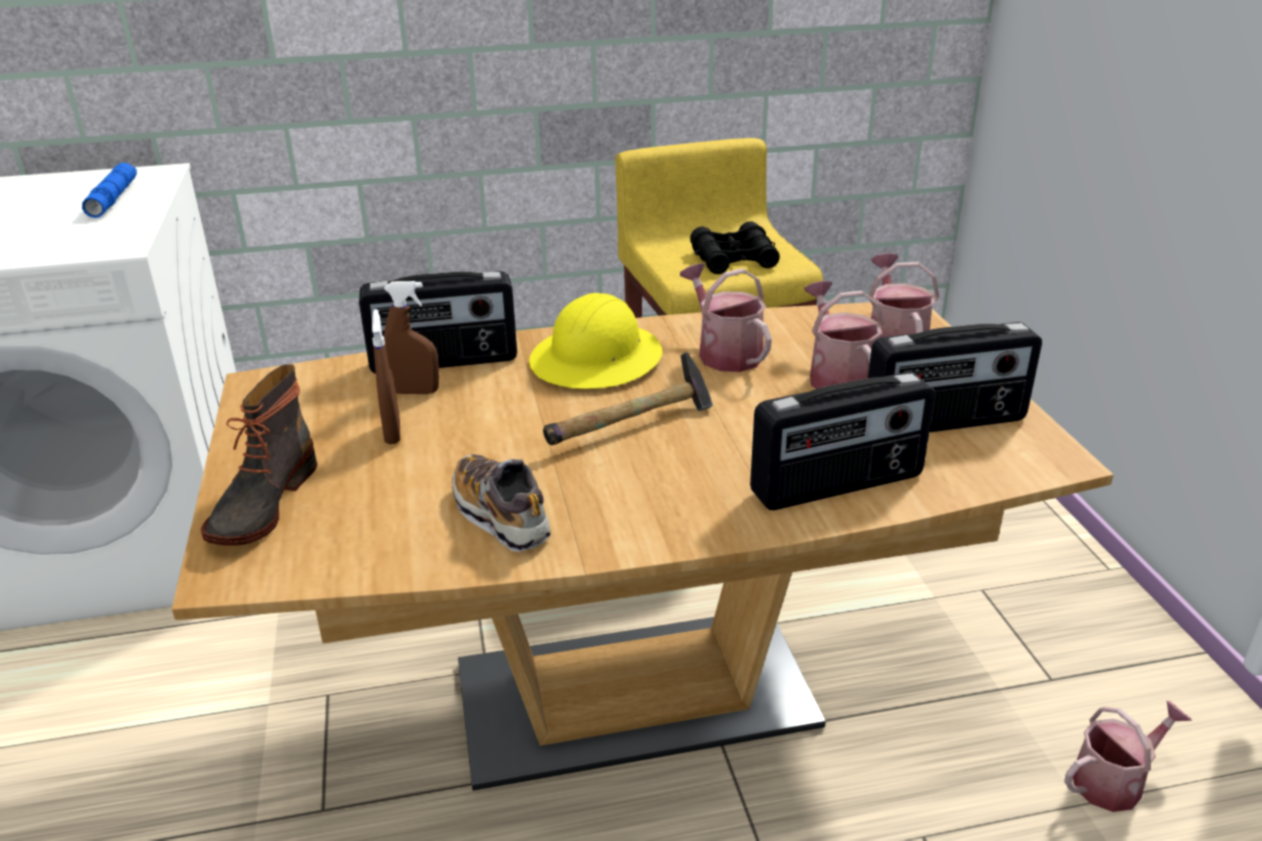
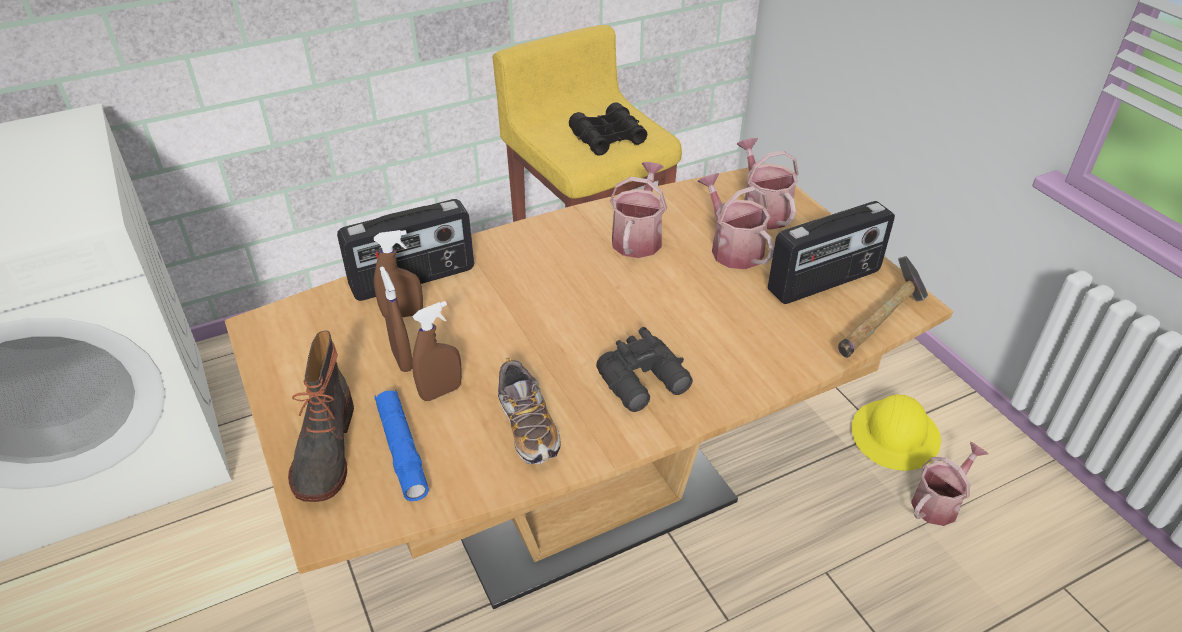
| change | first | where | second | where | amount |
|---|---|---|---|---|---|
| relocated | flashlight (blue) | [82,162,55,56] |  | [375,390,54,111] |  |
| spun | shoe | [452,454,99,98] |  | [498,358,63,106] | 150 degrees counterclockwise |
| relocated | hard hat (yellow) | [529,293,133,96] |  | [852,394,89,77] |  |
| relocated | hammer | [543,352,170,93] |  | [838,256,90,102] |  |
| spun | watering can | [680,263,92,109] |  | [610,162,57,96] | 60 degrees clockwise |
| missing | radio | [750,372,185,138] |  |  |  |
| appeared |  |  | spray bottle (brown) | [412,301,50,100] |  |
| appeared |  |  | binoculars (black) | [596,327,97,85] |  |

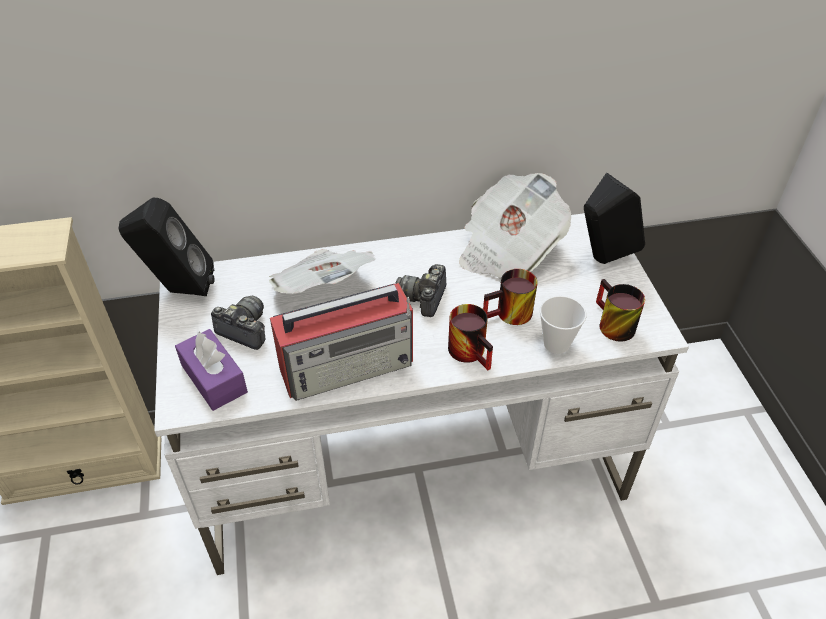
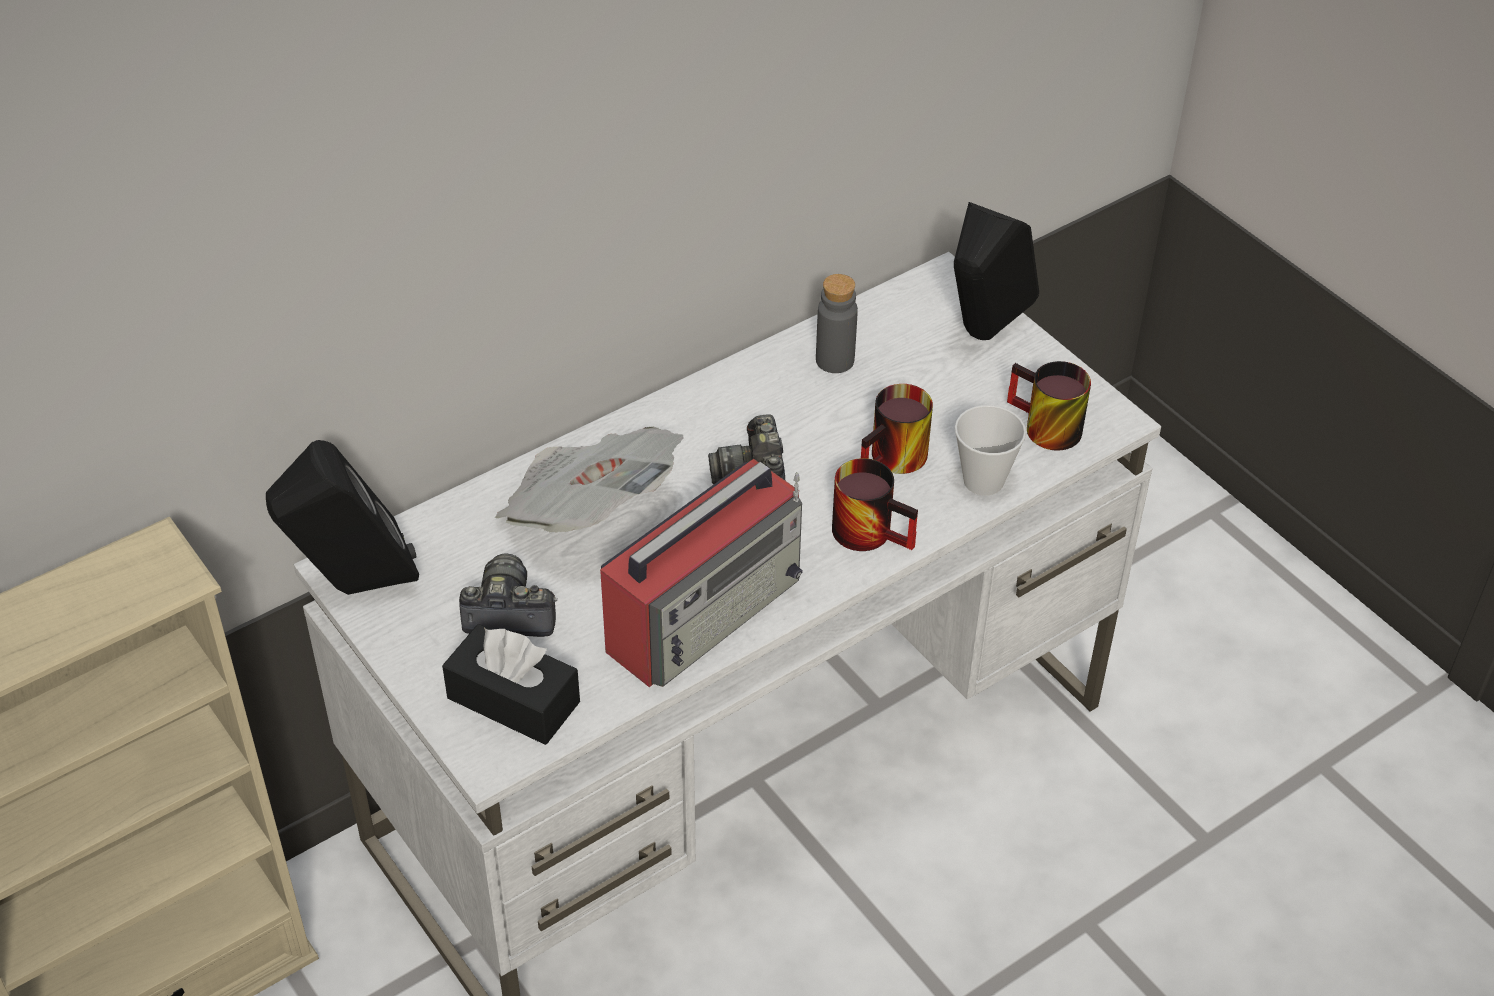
| change | first | where | second | where | amount |
|---|---|---|---|---|---|
| colour | tissue box (purple) | [175,329,73,82] | tissue box (black) | [442,624,138,121] |  |
| exchanged | newspaper | [459,173,112,105] | bottle (grey) | [816,274,42,99] |  |

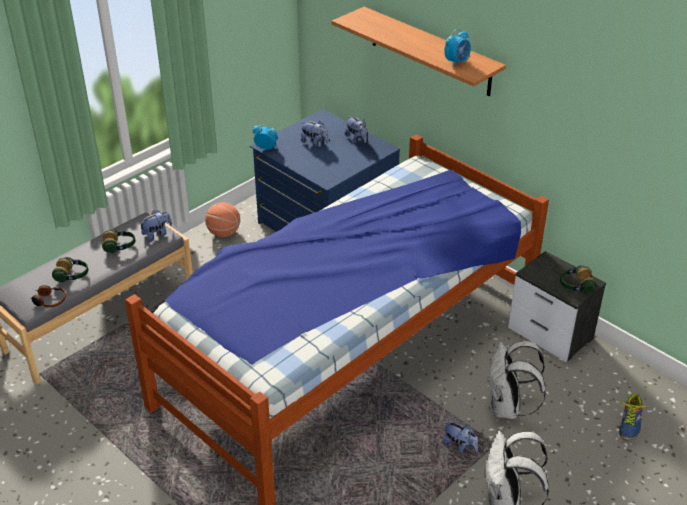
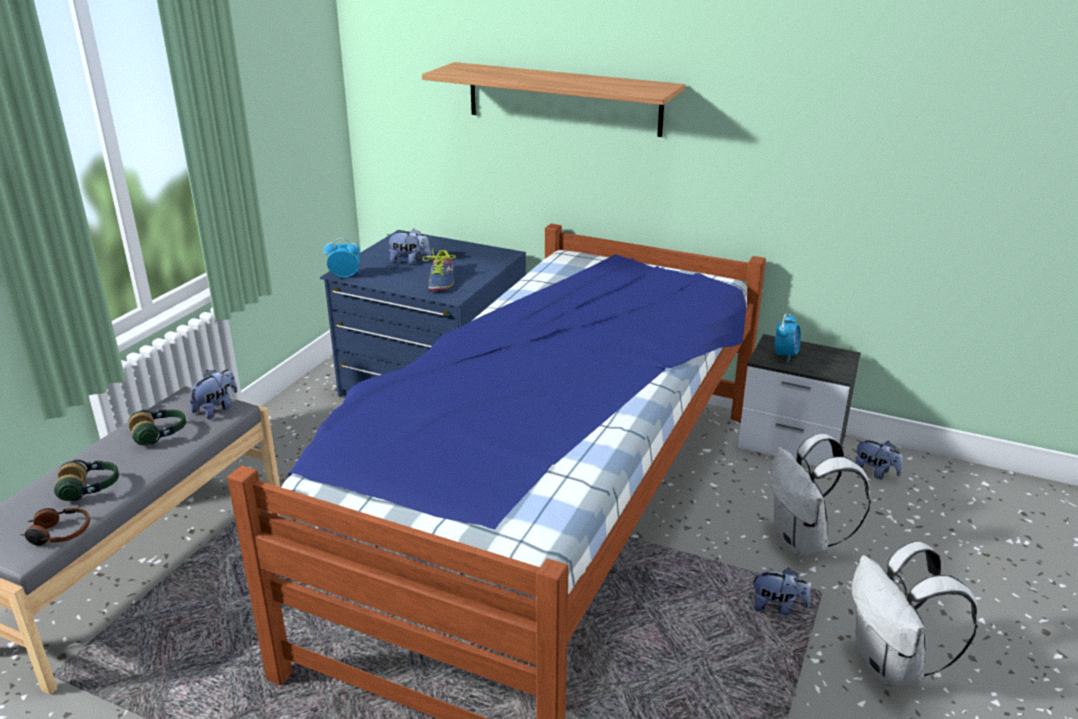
| change | first | where | second | where | amount |
|---|---|---|---|---|---|
| missing | basketball | [205,202,35,35] |  |  |  |
| relocated | plush toy | [345,116,22,27] |  | [855,440,47,39] |  |
| relocated | alarm clock | [444,29,27,38] |  | [775,313,26,49] |  |
| missing | headphones | [560,266,36,27] |  |  |  |
| relocated | shoe | [618,392,29,48] |  | [423,248,33,43] |  |

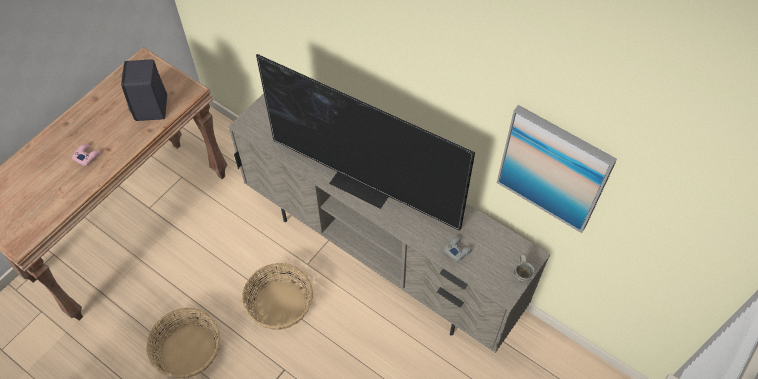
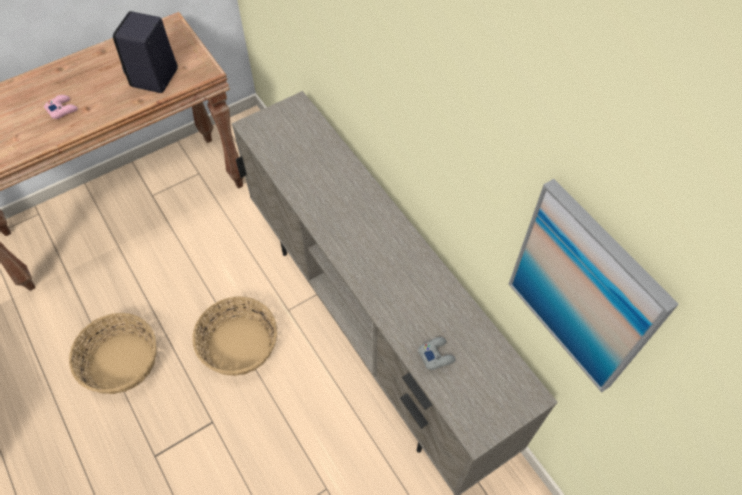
| change | first | where | second | where | amount |
|---|---|---|---|---|---|
| missing | television | [256,54,219,177] |  |  |  |
| missing | mug (grey) | [514,254,21,28] |  |  |  |

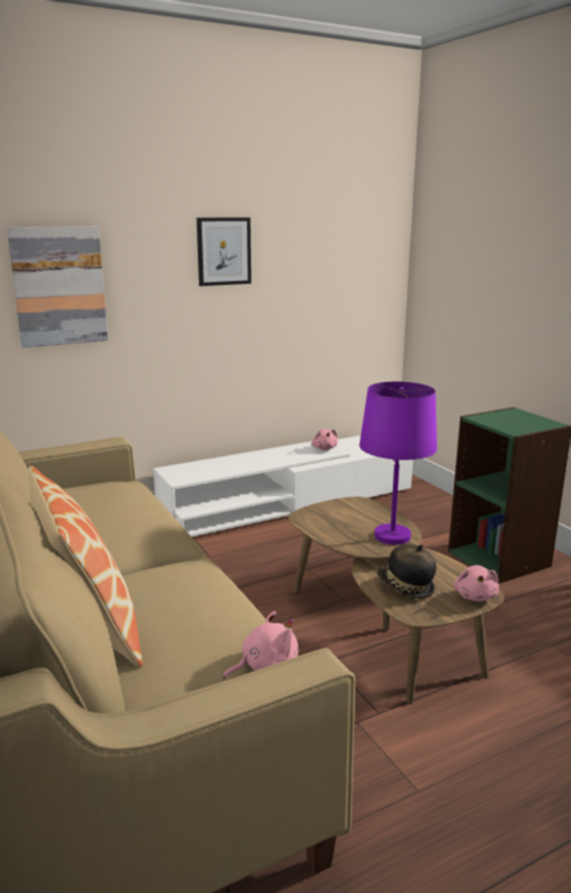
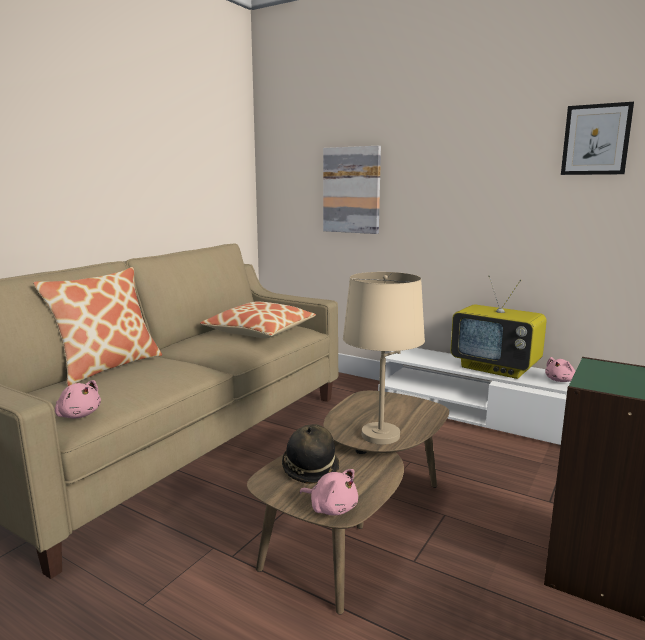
| change | first | where | second | where | amount |
|---|---|---|---|---|---|
| relocated | picture | [197,217,54,69] |  | [561,102,73,73] |  |
| colour | table lamp (purple) | [359,382,78,163] | table lamp (beige) | [343,272,82,173] |  |
| spun | plush toy (pink) | [454,565,45,37] |  | [300,469,58,46] | 120 degrees counterclockwise |
| appeared |  |  | pillow | [200,302,116,36] |  |
| appeared |  |  | television | [451,275,96,104] |  |

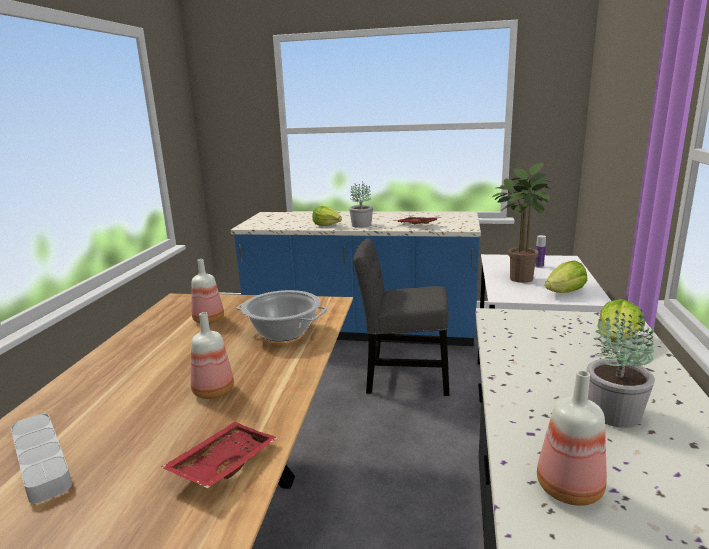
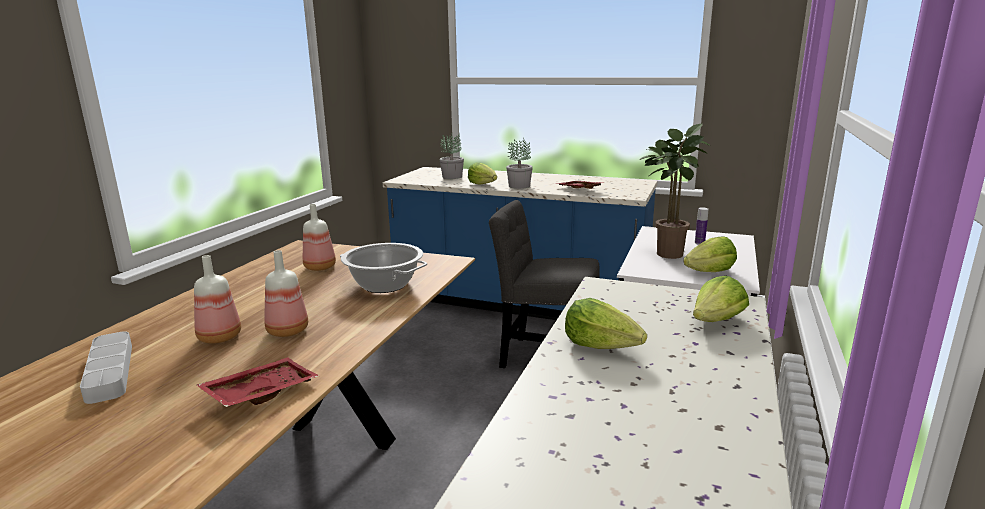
| change | first | where | second | where | amount |
|---|---|---|---|---|---|
| relocated | bottle | [537,370,70,136] |  | [194,255,47,89] |  |
| relocated | potted plant | [587,309,68,119] |  | [440,133,24,46] |  |
| appeared |  |  | lettuce | [565,298,82,51] |  |

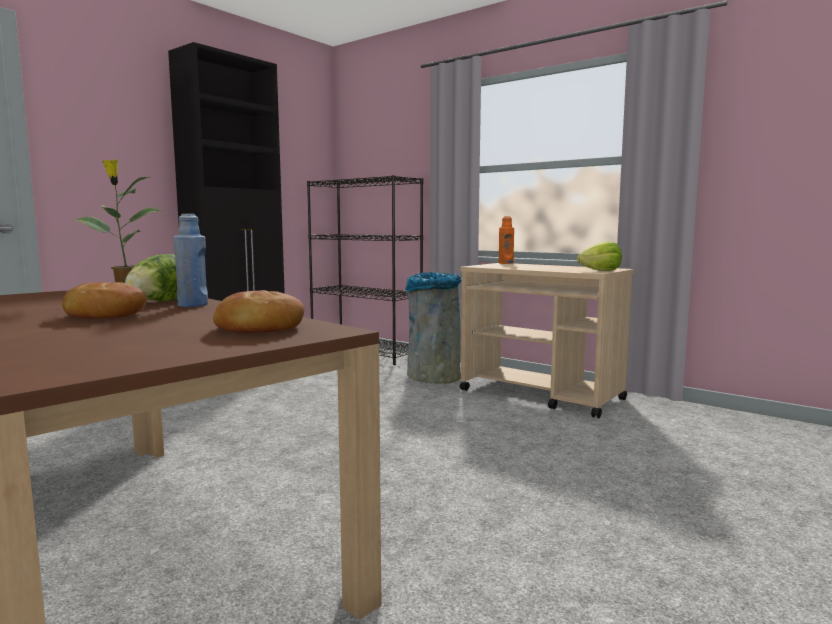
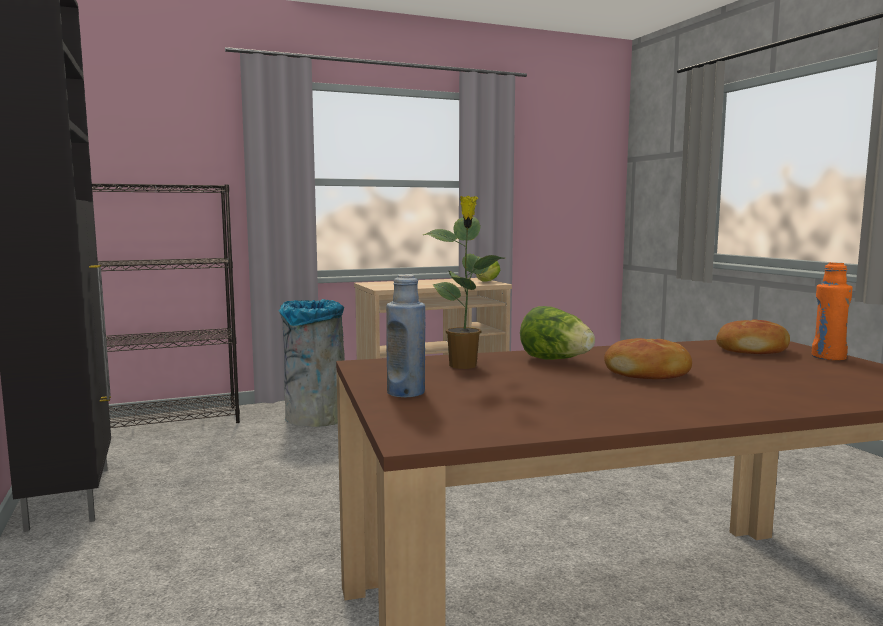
| change | first | where | second | where | amount |
|---|---|---|---|---|---|
| relocated | bottle (blue) | [174,214,34,93] |  | [386,275,39,122] |  |
| relocated | bottle (orange) | [499,216,15,48] |  | [812,262,41,98] |  |

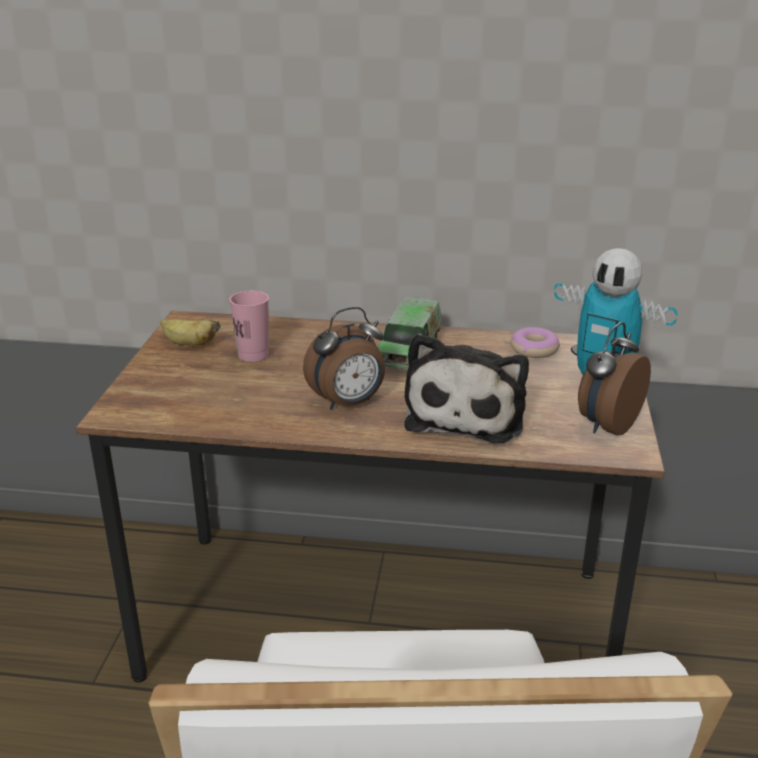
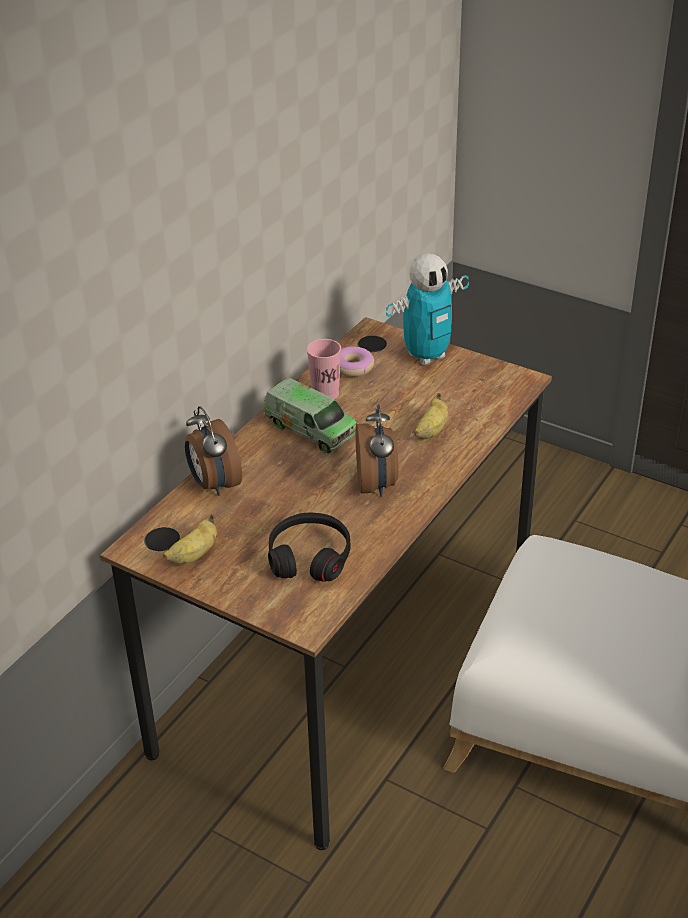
| change | first | where | second | where | amount |
|---|---|---|---|---|---|
| relocated | cup (pink) | [229,291,40,71] |  | [307,339,34,61] |  |
| exchanged | plush toy | [404,333,125,111] | banana | [414,393,34,46] |  |
| relocated | alarm clock | [578,322,73,114] |  | [185,406,57,90] |  |
| appeared |  |  | headphones (black) | [268,513,82,69] |  |

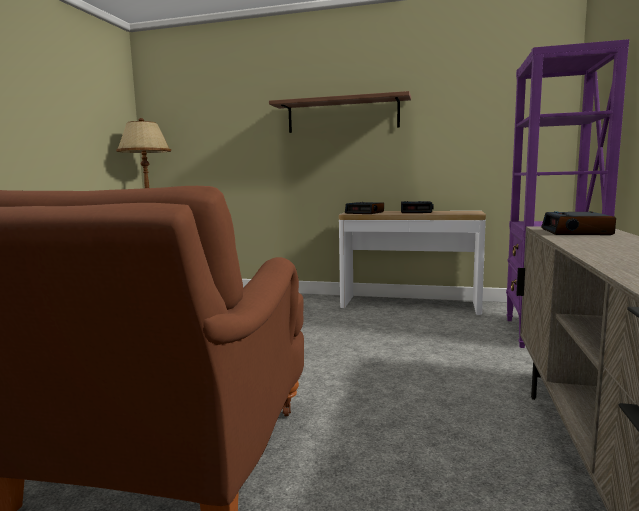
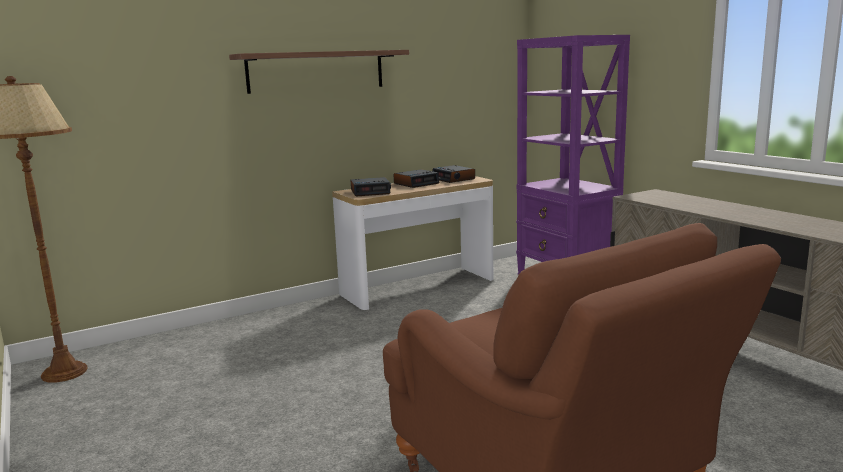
| change | first | where | second | where | amount |
|---|---|---|---|---|---|
| relocated | alarm clock | [541,211,75,24] |  | [432,165,43,18] |  |

